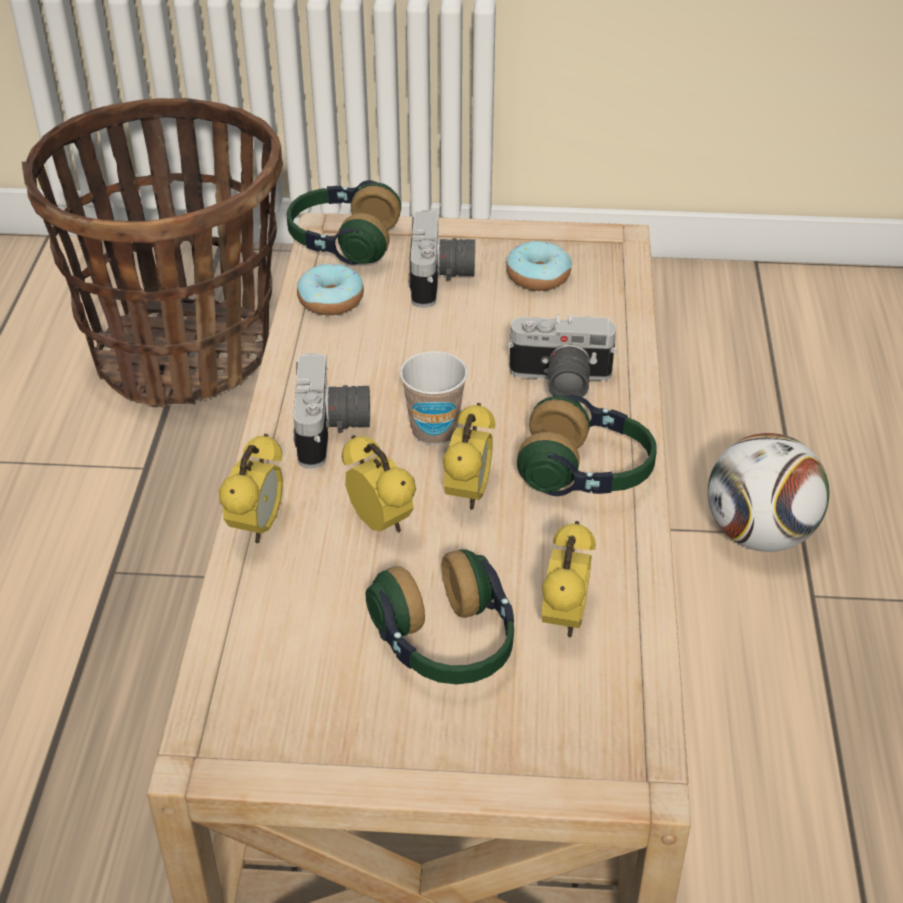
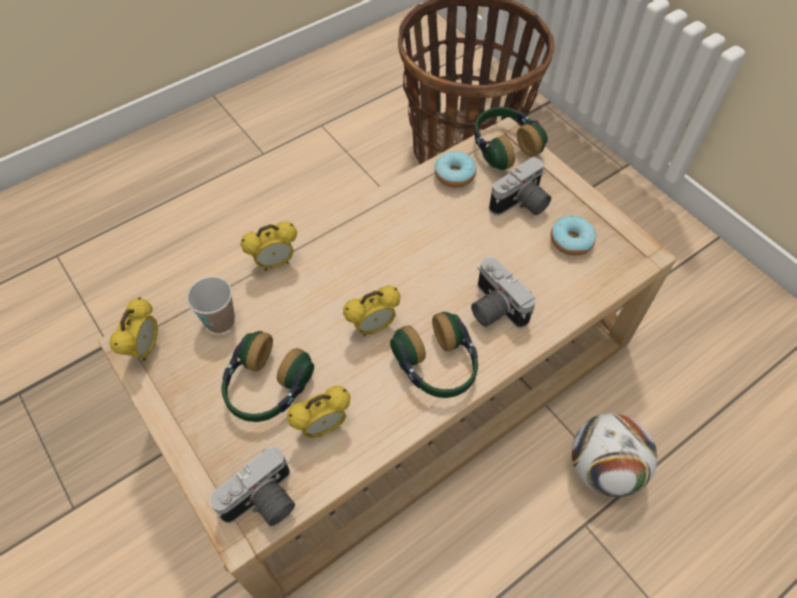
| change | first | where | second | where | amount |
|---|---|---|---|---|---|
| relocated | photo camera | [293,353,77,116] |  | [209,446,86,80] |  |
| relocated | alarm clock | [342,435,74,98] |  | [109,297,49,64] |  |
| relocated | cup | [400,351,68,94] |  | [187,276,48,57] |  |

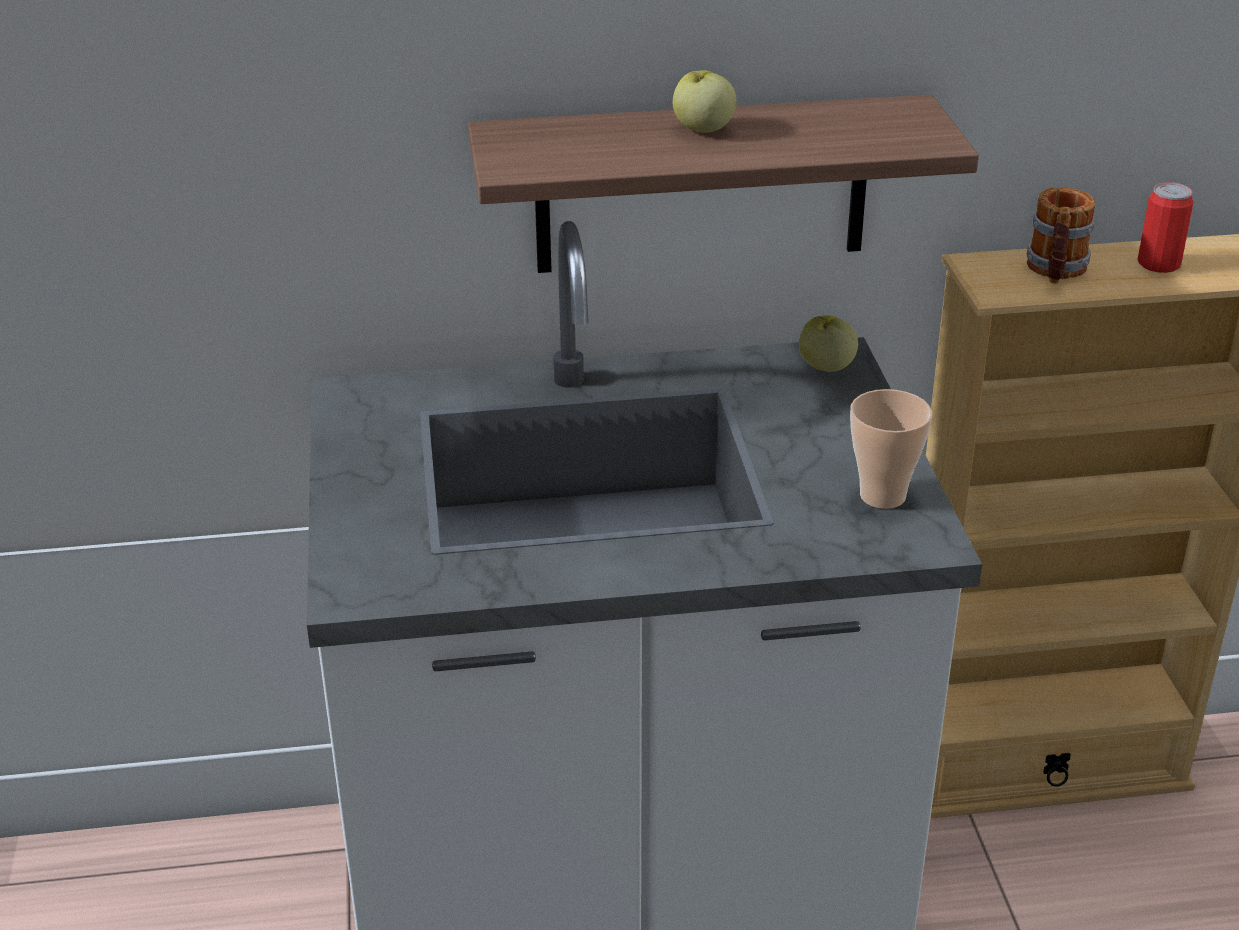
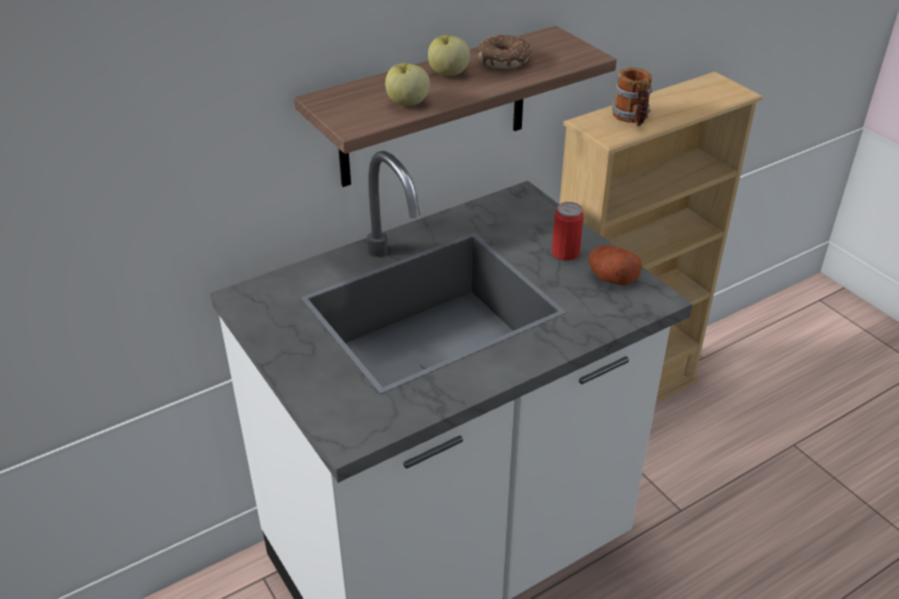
| change | first | where | second | where | amount |
|---|---|---|---|---|---|
| relocated | apple | [799,315,59,57] |  | [385,63,45,43] |  |
| exchanged | cup | [850,389,82,120] | potato | [589,245,52,40] |  |
| relocated | can | [1138,182,56,91] |  | [552,202,32,59] |  |
| appeared |  |  | donut | [477,35,54,34] |  |

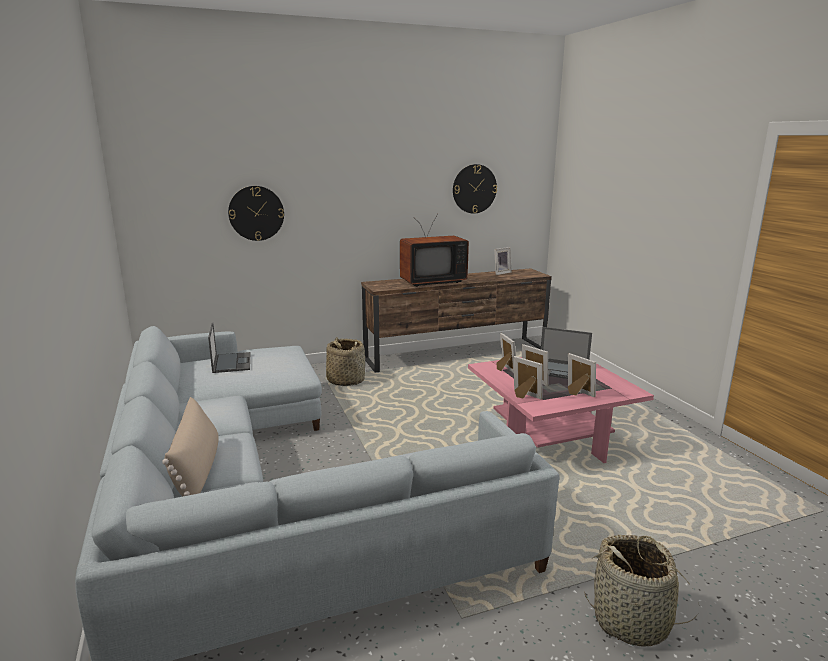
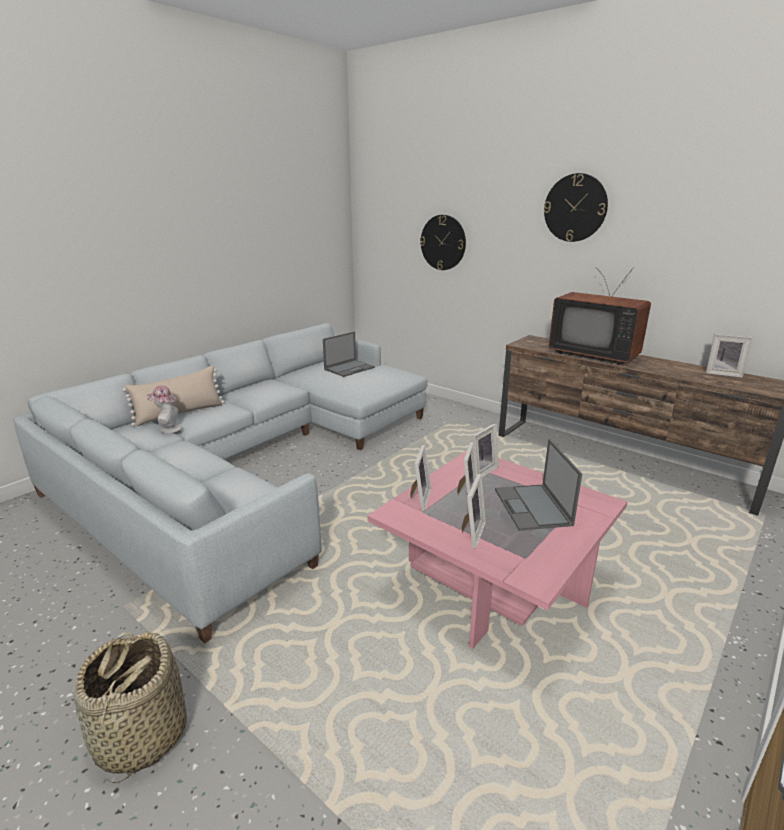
| change | first | where | second | where | amount |
|---|---|---|---|---|---|
| missing | basket | [326,337,39,49] |  |  |  |
| relocated | wall clock | [453,164,44,50] |  | [544,173,64,69] |  |
| appeared |  |  | hat | [146,385,36,48] |  |

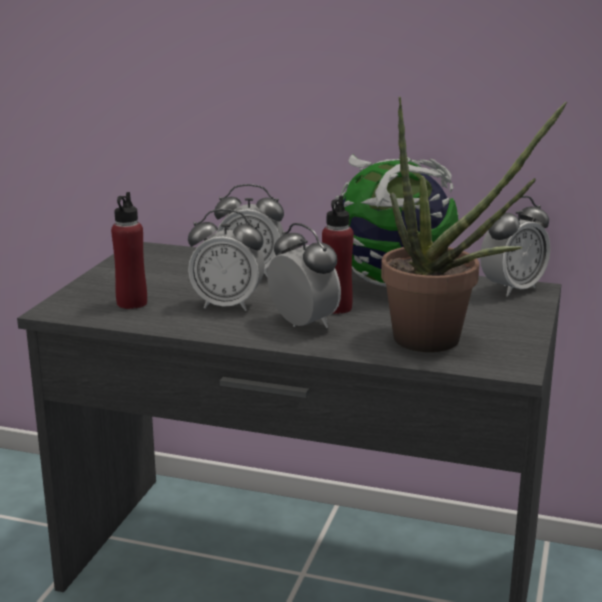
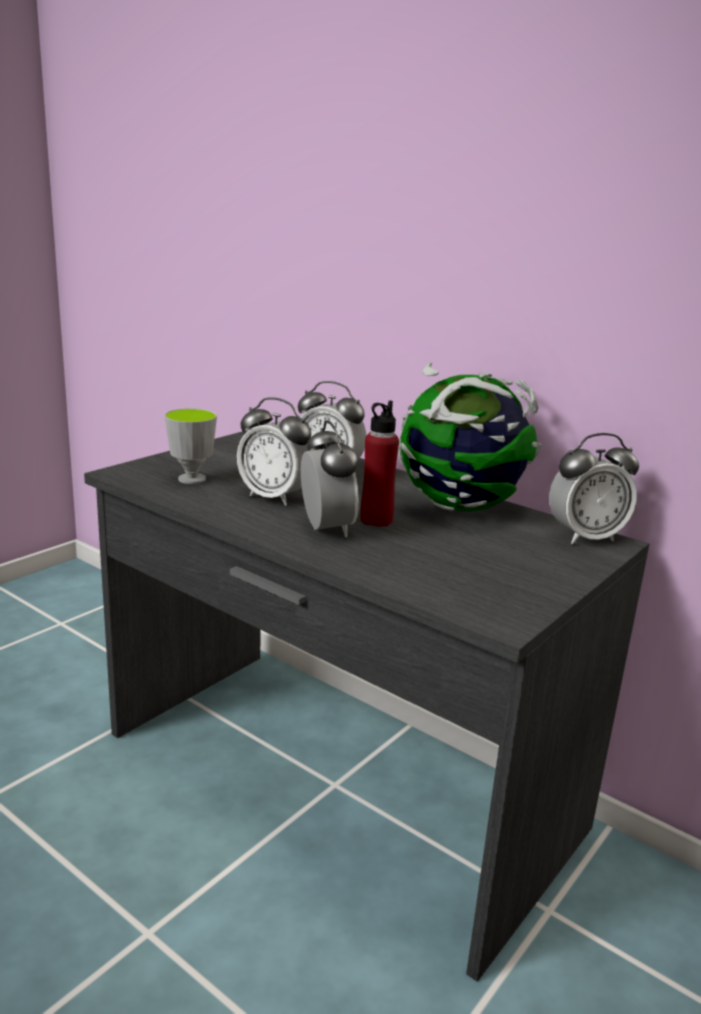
| change | first | where | second | where | amount |
|---|---|---|---|---|---|
| exchanged | bottle (red) | [111,192,36,117] | cup | [164,408,53,76] |  |
| missing | potted plant | [381,97,186,255] |  |  |  |

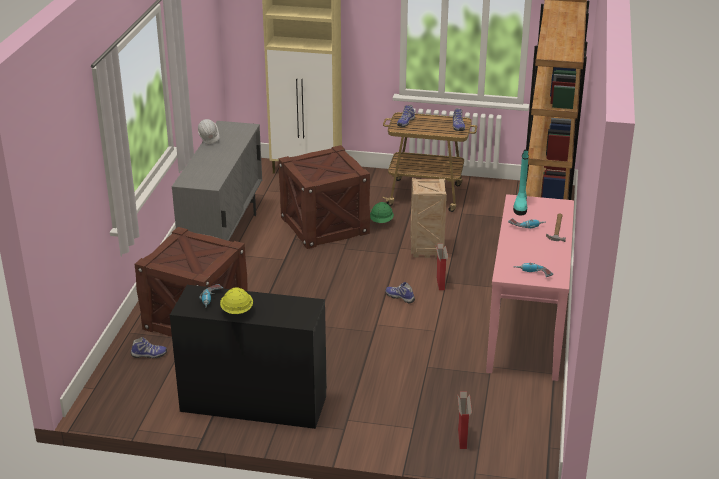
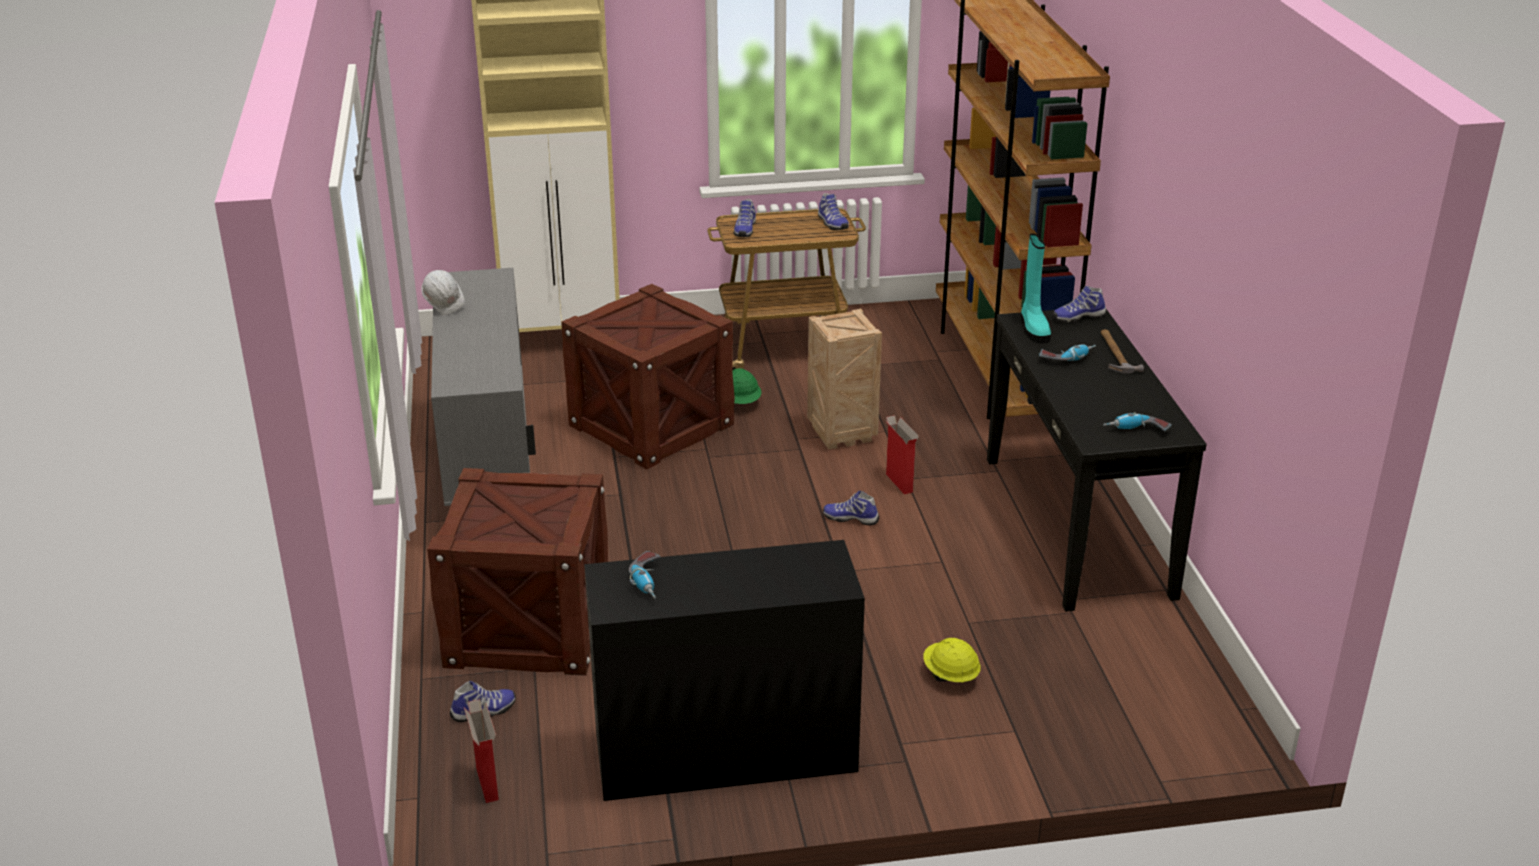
| change | first | where | second | where | amount |
|---|---|---|---|---|---|
| relocated | hard hat (yellow) | [220,288,33,26] |  | [923,638,58,44] |  |
| relocated | cardboard box | [457,391,15,58] |  | [464,699,35,104] |  |
| colour | console table (pink) | [486,194,88,187] | console table (black) | [987,309,219,303] |  |
| appeared |  |  | shoe | [1052,286,54,37] |  |

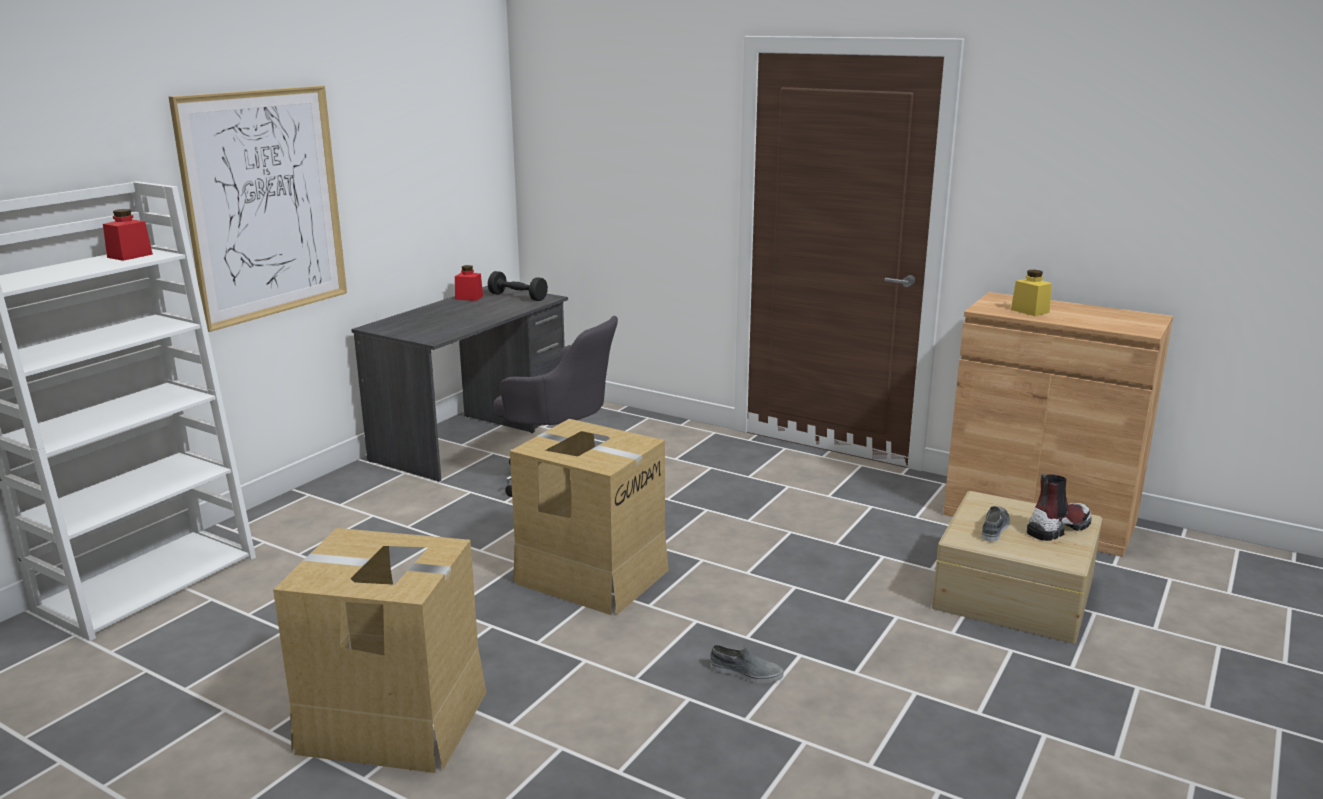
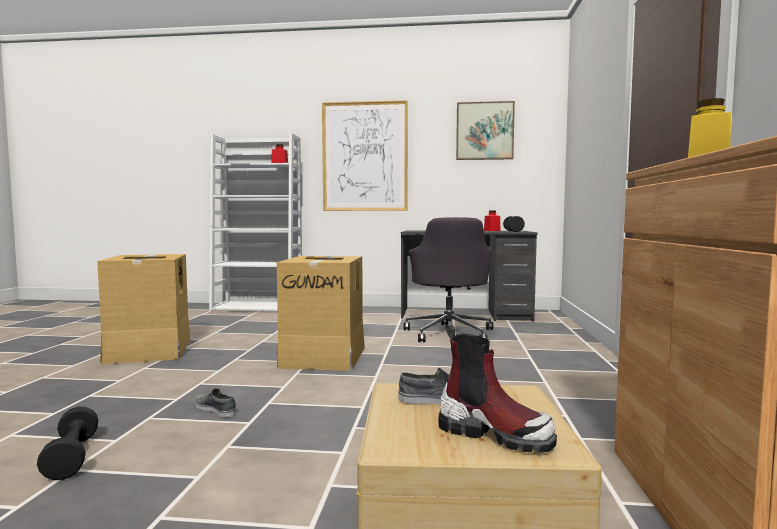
| change | first | where | second | where | amount |
|---|---|---|---|---|---|
| spun | shoe (grey) | [710,645,73,38] |  | [194,388,42,29] | 135 degrees clockwise |
| appeared |  |  | dumbbell (black) | [37,407,62,73] |  |
| appeared |  |  | picture | [456,101,59,59] |  |

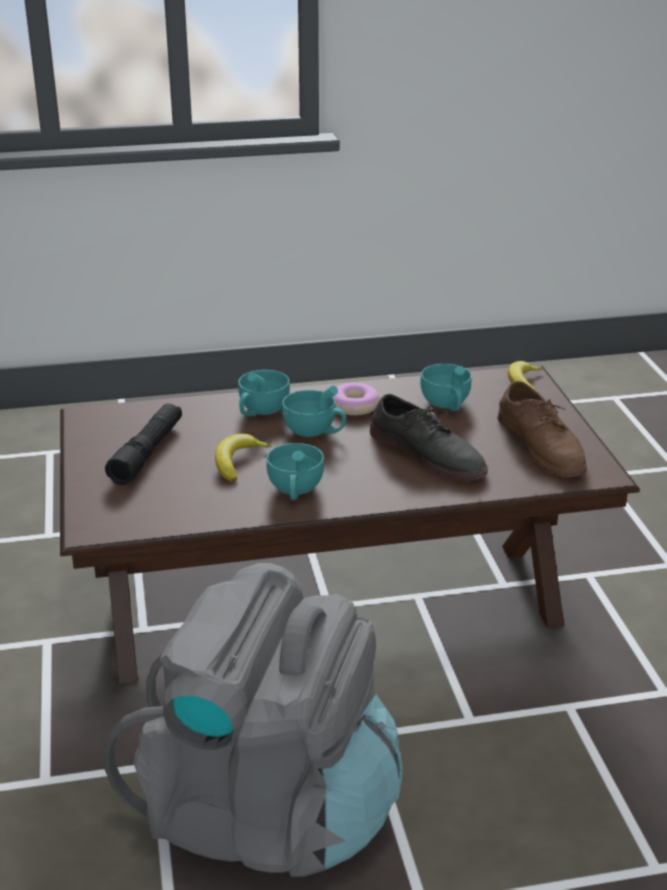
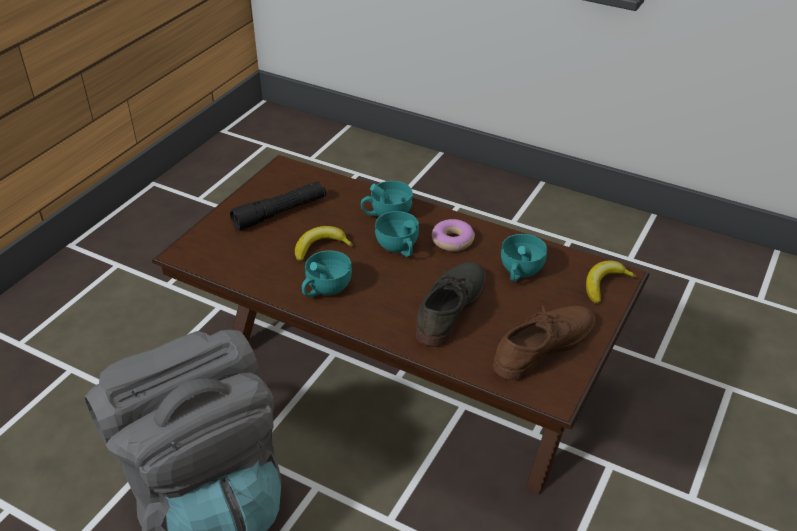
| change | first | where | second | where | amount |
|---|---|---|---|---|---|
| spun | shoe (grey) | [370,394,118,87] |  | [416,262,70,85] | 150 degrees counterclockwise |
| spun | shoe (brown) | [498,381,89,96] |  | [493,305,103,76] | 150 degrees counterclockwise |

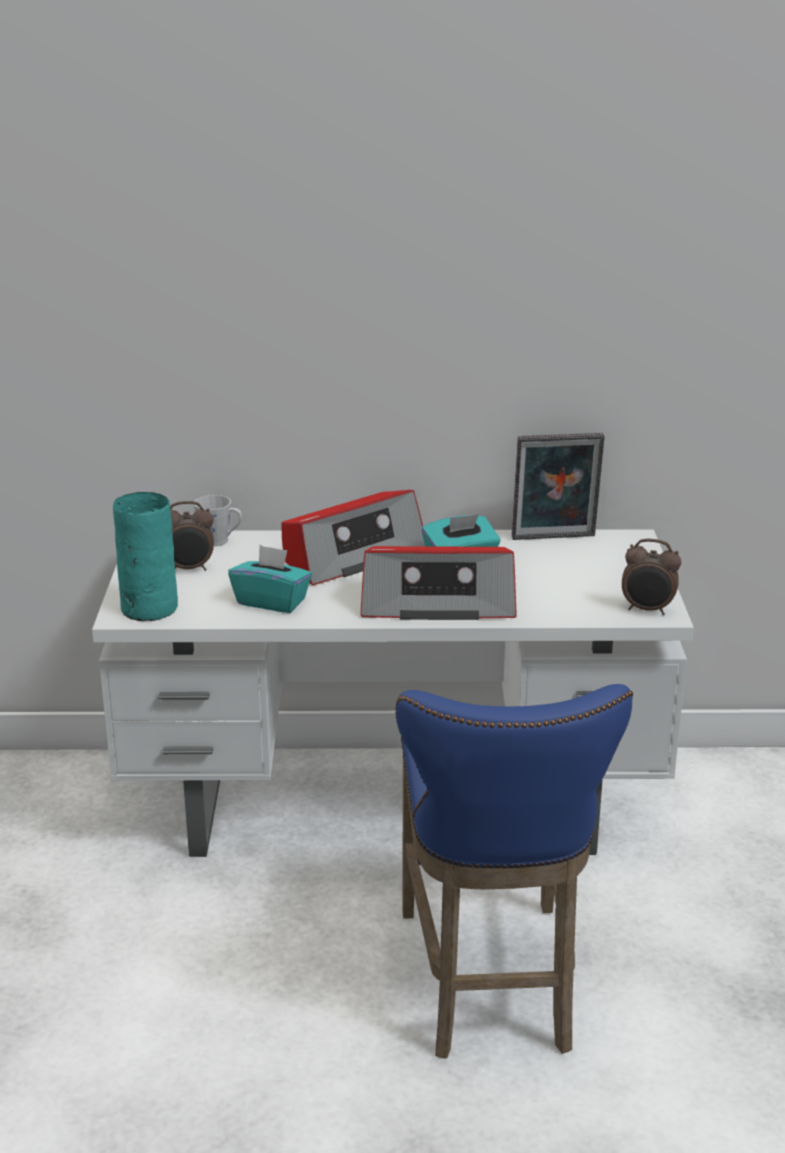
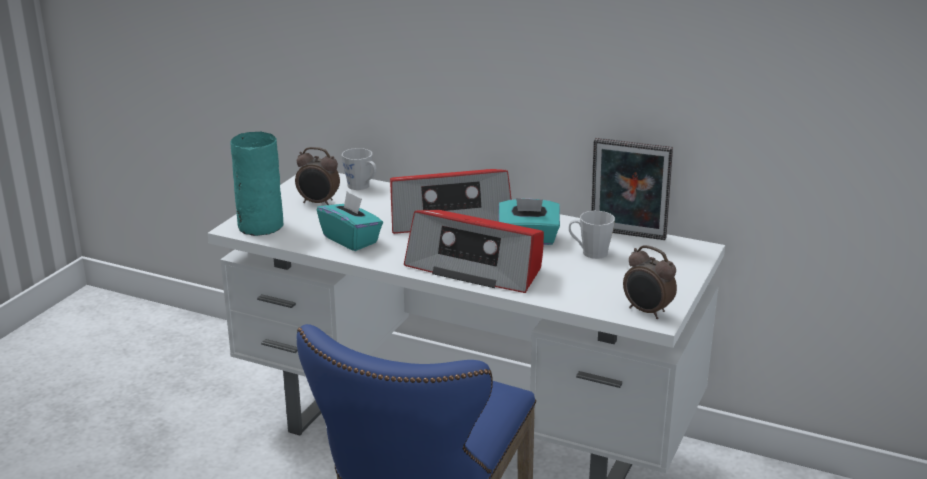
| change | first | where | second | where | amount |
|---|---|---|---|---|---|
| appeared |  |  | mug (grey) | [569,211,46,48] |  |

